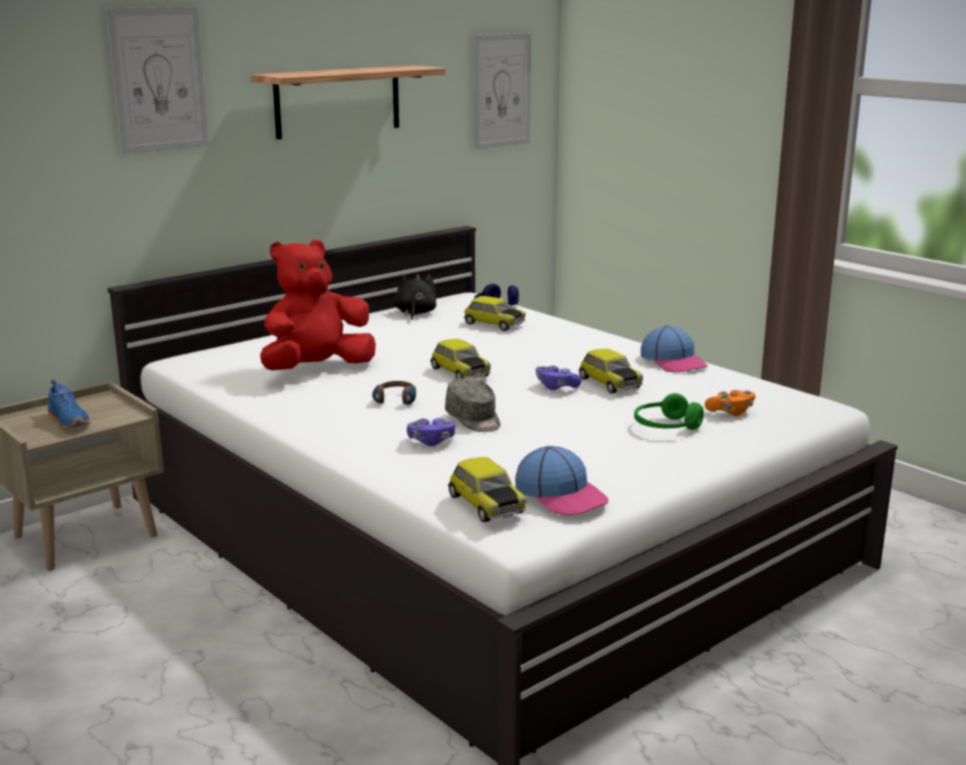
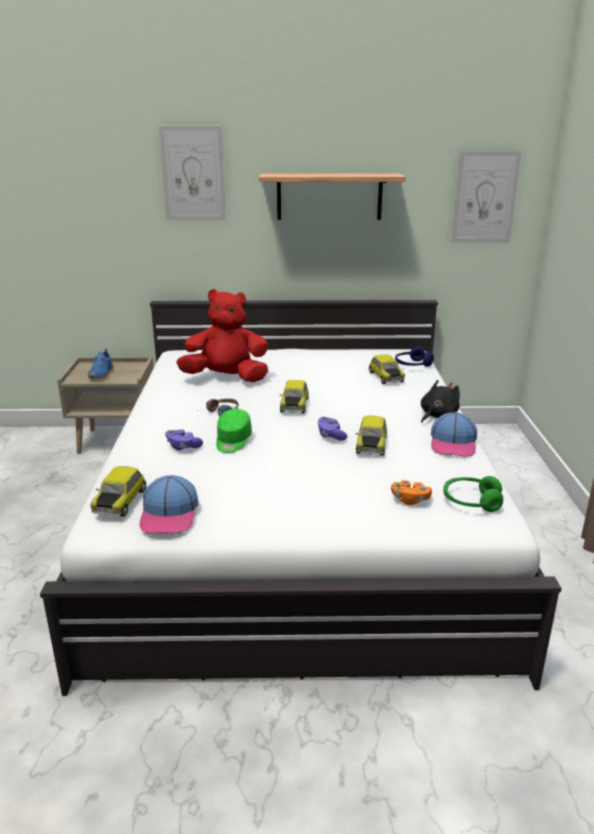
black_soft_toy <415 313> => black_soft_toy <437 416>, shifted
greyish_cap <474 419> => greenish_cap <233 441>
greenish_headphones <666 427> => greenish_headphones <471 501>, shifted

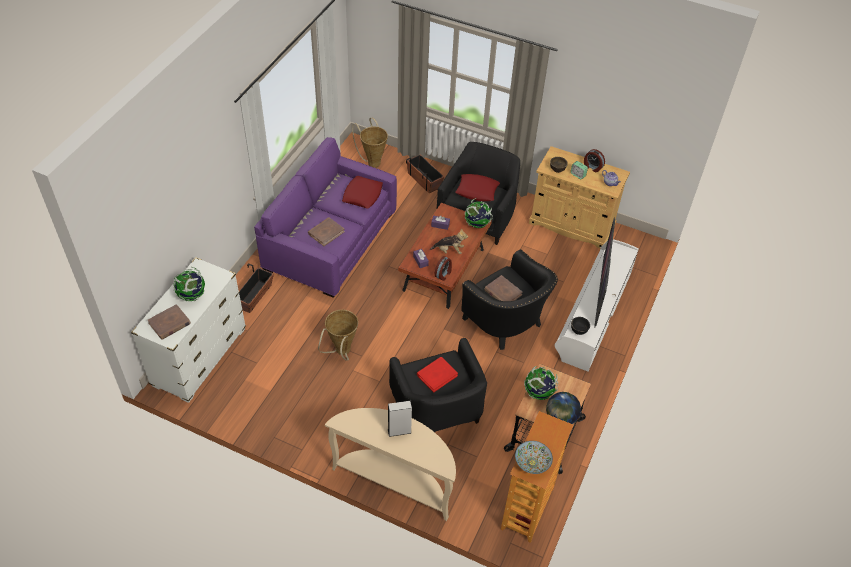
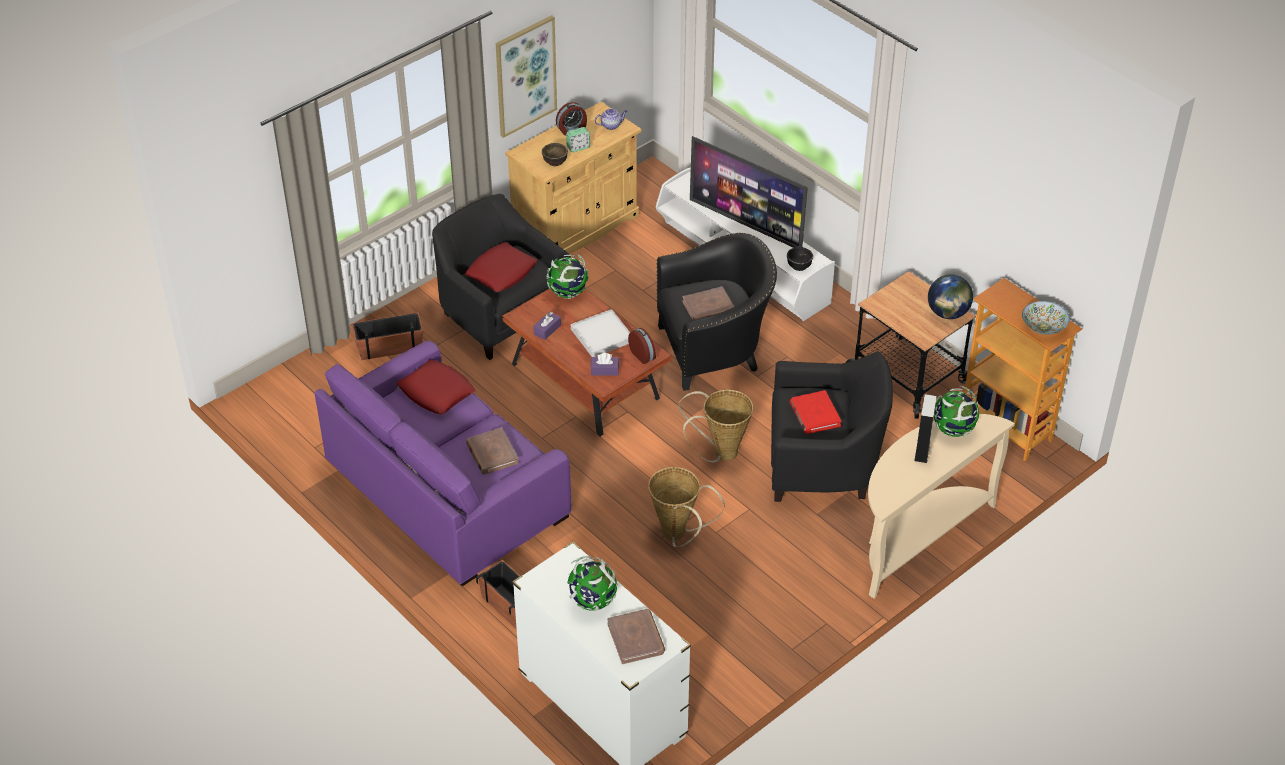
basket <372 161> => basket <720 454>, shifted
soft_toy <449 250> => whitish_serving_tray <602 336>
world_globe <538 393> => world_globe <953 429>, shifted
nothing => wall_picture <525 76>

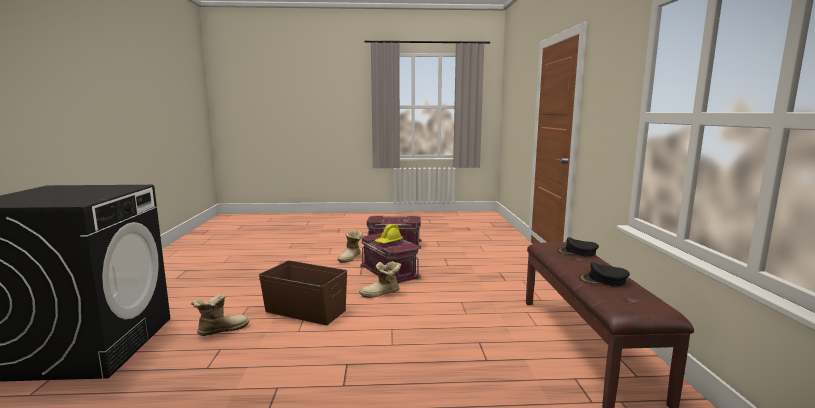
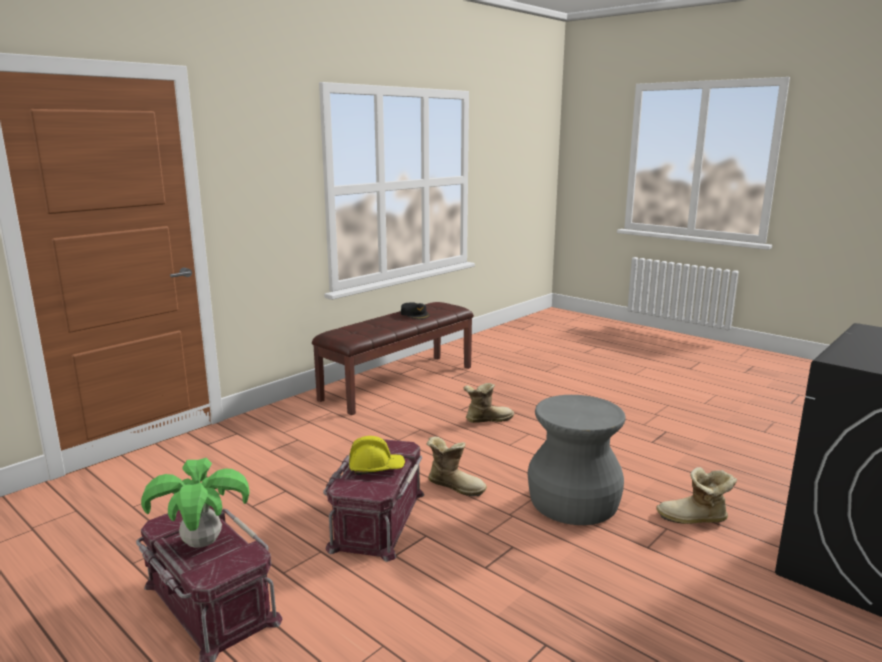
boot <351 258> => boot <487 419>, shifted
black_cap <577 252> => nothing
brown_storage_box <305 310> => greyish_stool <573 503>
nothing => potted_plant <203 543>

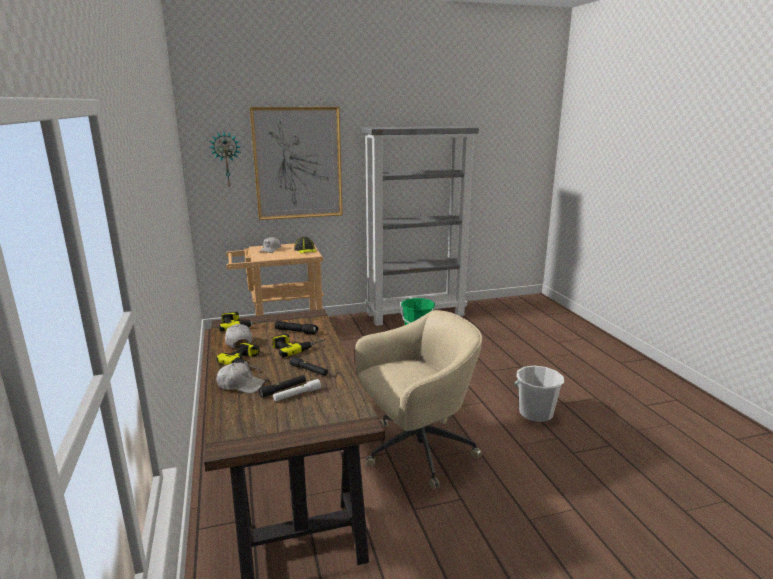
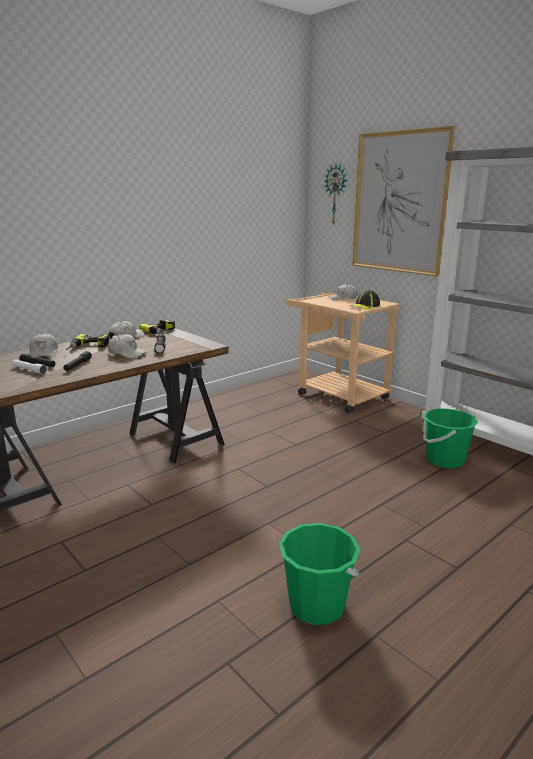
beige_computer_chair <416 451> => nothing
electric_drill <297 346> => whitish_cap <127 353>
whitish_water_bucket <535 413> => greenish_water_bucket <317 605>

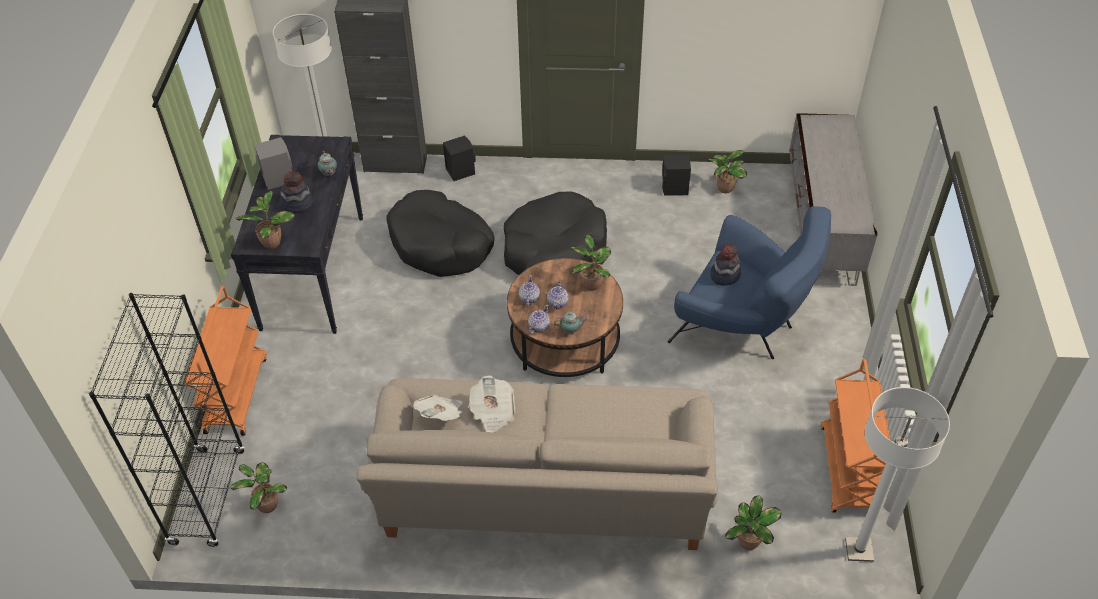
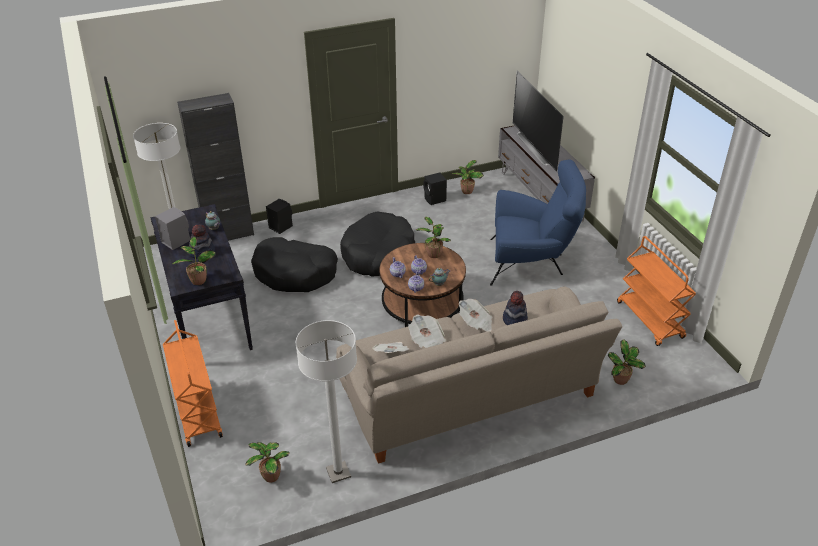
hat <724 275> => hat <514 319>, shifted
black_bookshelf <208 497> => nothing
whitish_floor_lamp <859 550> => whitish_floor_lamp <338 473>, shifted
nothing => television <537 147>
nothing => newspaper <476 323>

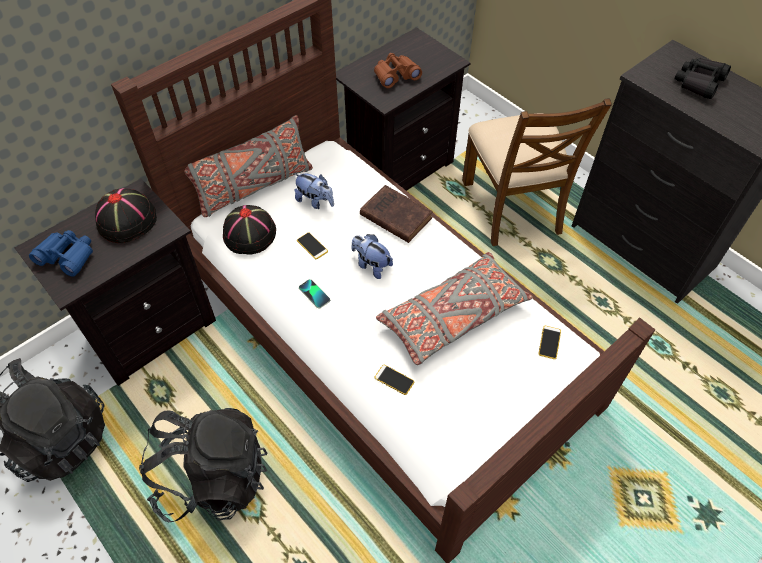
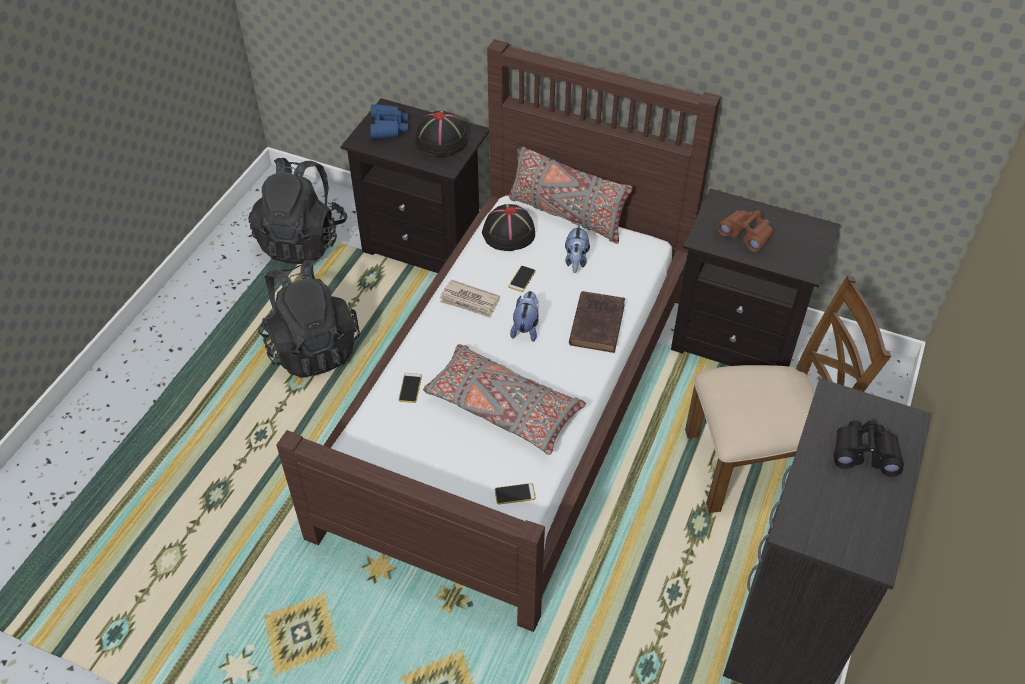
brown_chair <512 208> => brown_chair <755 464>, 150 degrees counterclockwise
phone <314 294> => newspaper <469 301>

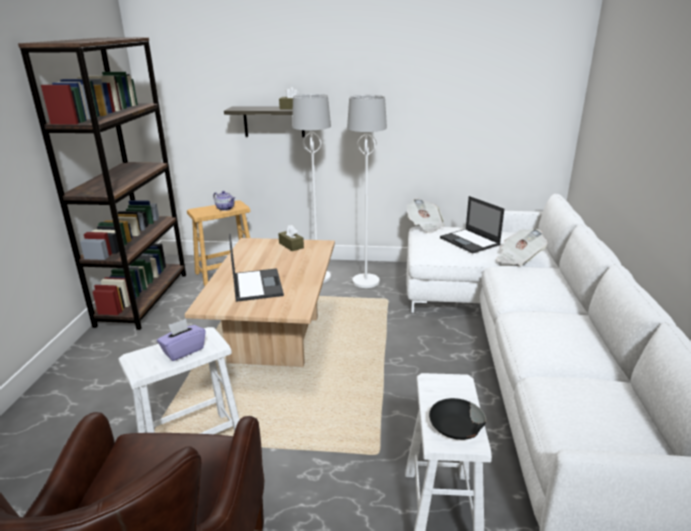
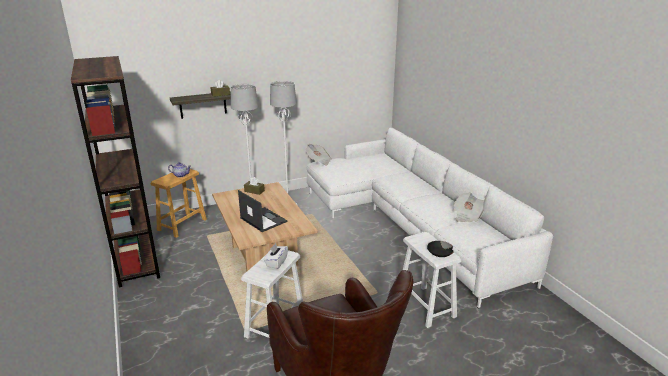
portable_computer <470 241> => nothing
newspaper <518 258> => newspaper <467 215>, shifted
purple_tissue_holder <183 350> => whitish_tissue_holder <276 262>

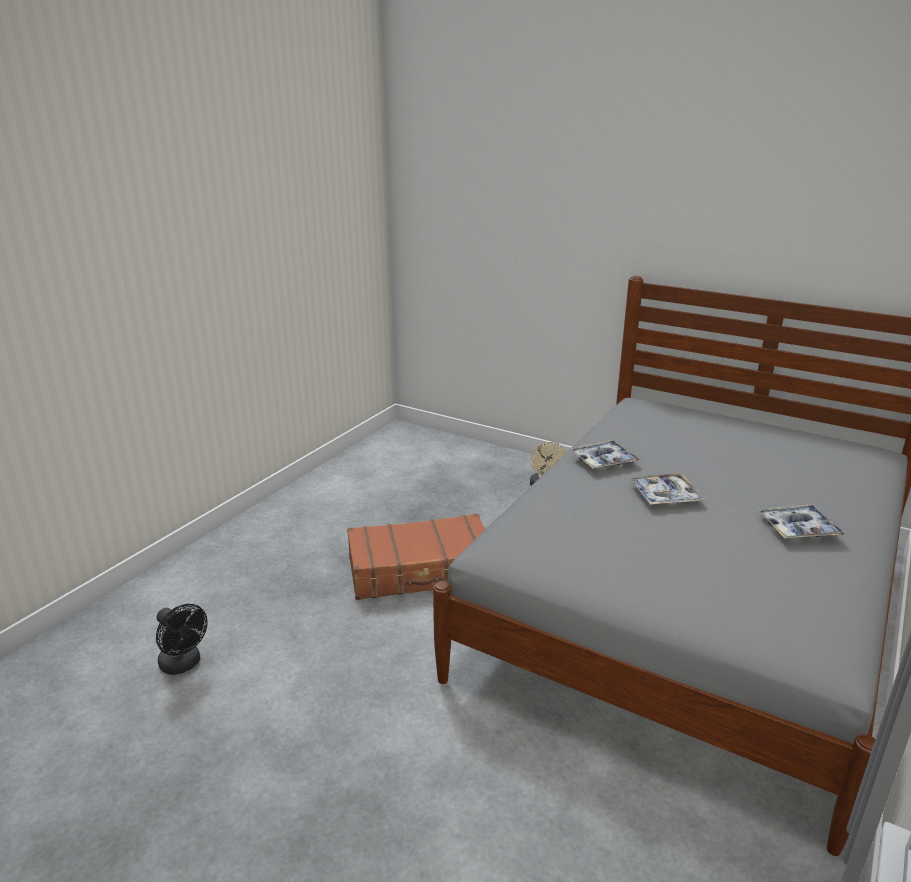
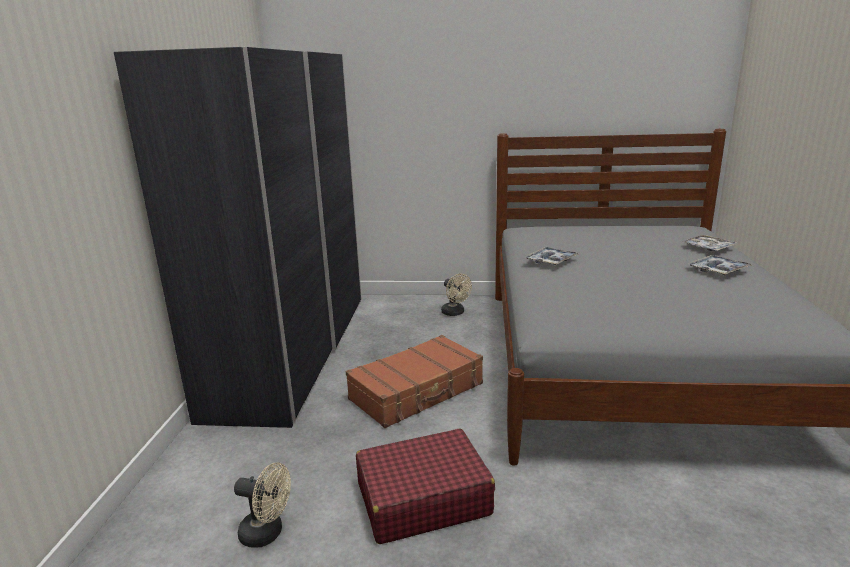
serving_tray <665 495> => serving_tray <708 248>, shifted
black_electric_fan <184 664> => beige_electric_fan <267 533>
nothing => greyish_clothes_cupboard <292 351>
nothing => red-coloured_piece_of_luggage <422 499>

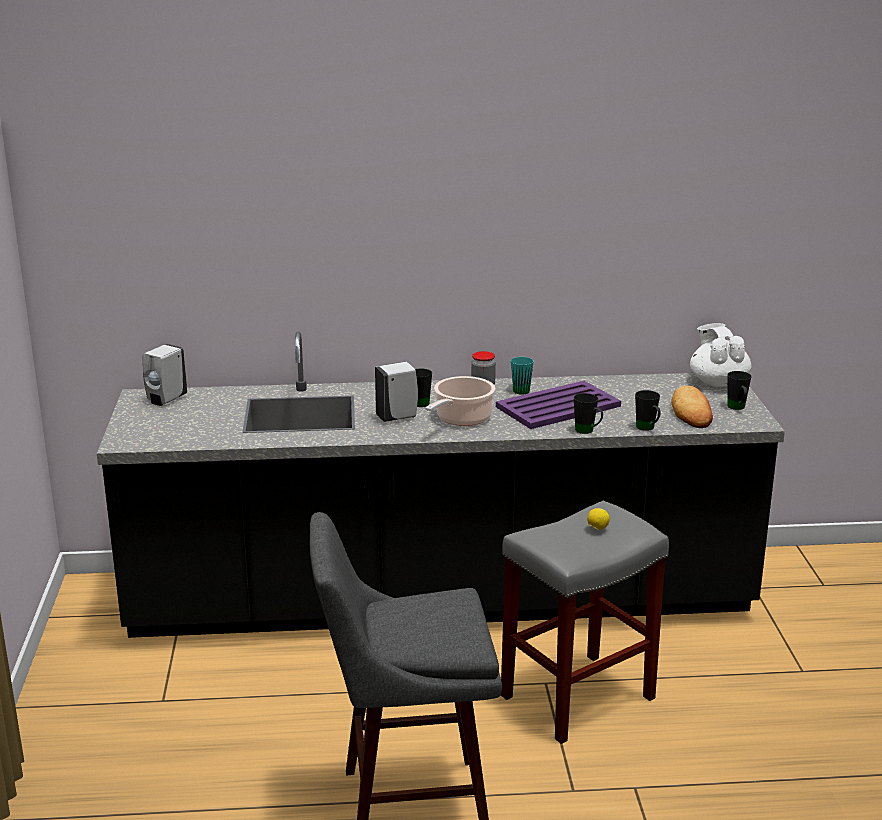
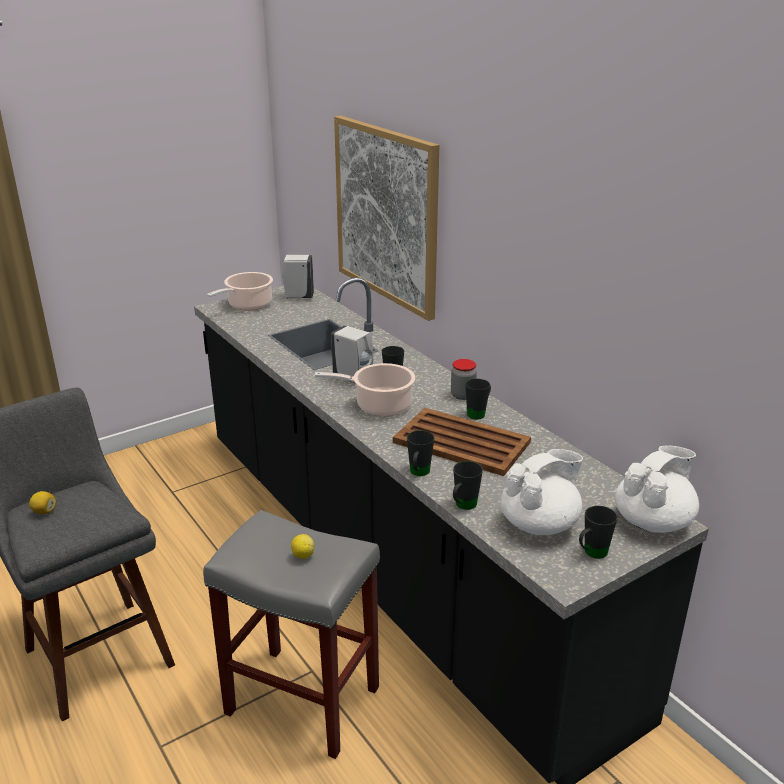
turquoise-coloured_tea_mug <519 389> => black_tea_mug <479 413>
purple_serving_tray <559 406> => brown_serving_tray <462 443>
bakery_bread <691 412> => whitish_pot_for_tea <540 524>
nothing => wall_picture <386 214>
nothing => saucepot <248 305>
nothing => citrus_fruit <44 511>

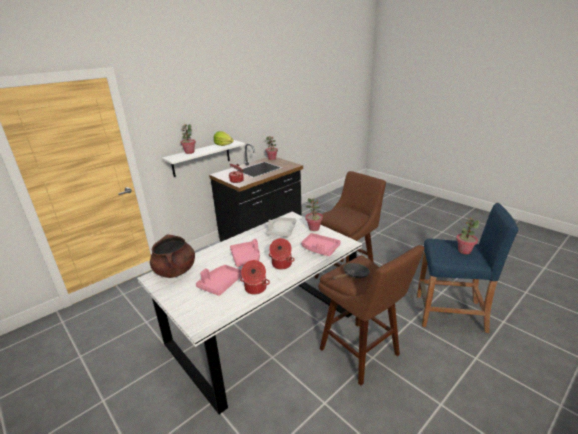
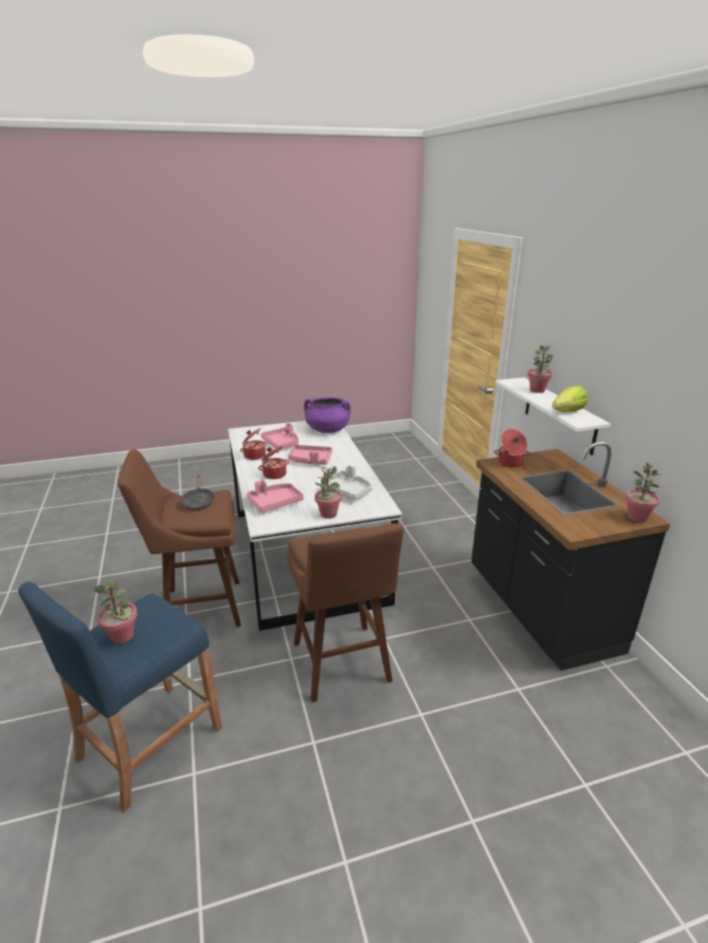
brown_saucepot <175 271> => purple_saucepot <327 430>

